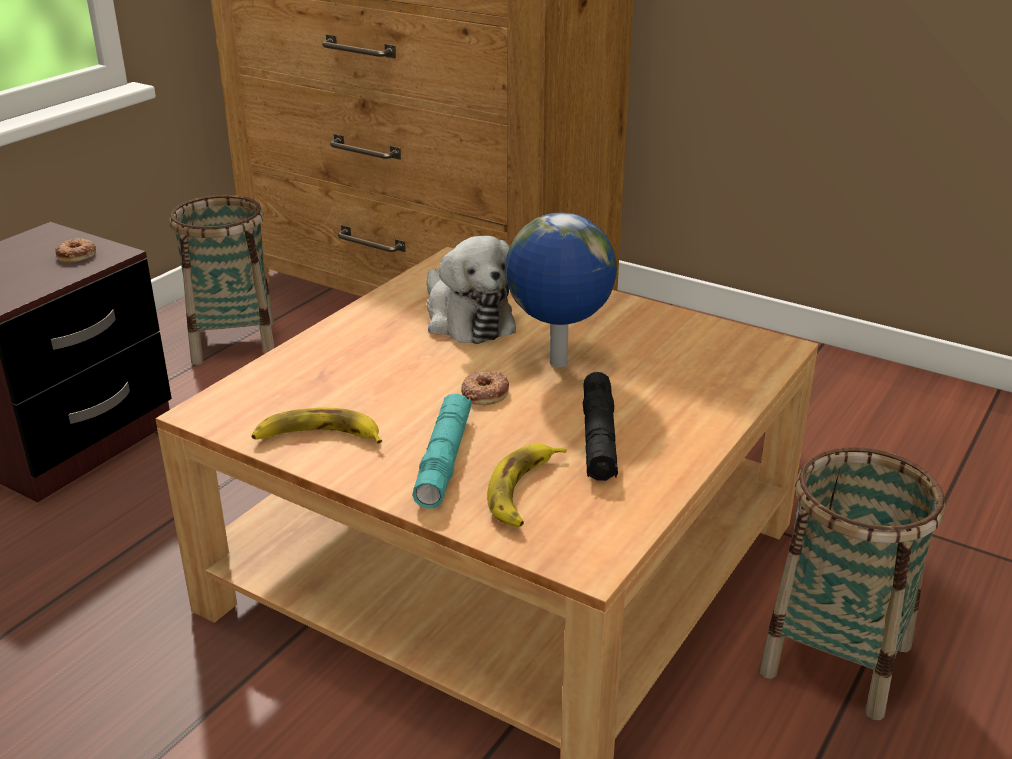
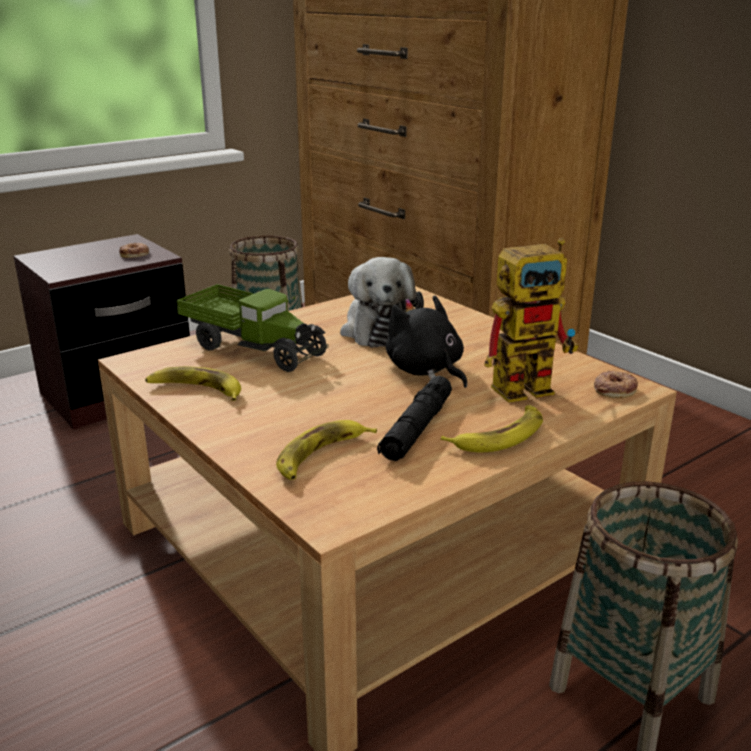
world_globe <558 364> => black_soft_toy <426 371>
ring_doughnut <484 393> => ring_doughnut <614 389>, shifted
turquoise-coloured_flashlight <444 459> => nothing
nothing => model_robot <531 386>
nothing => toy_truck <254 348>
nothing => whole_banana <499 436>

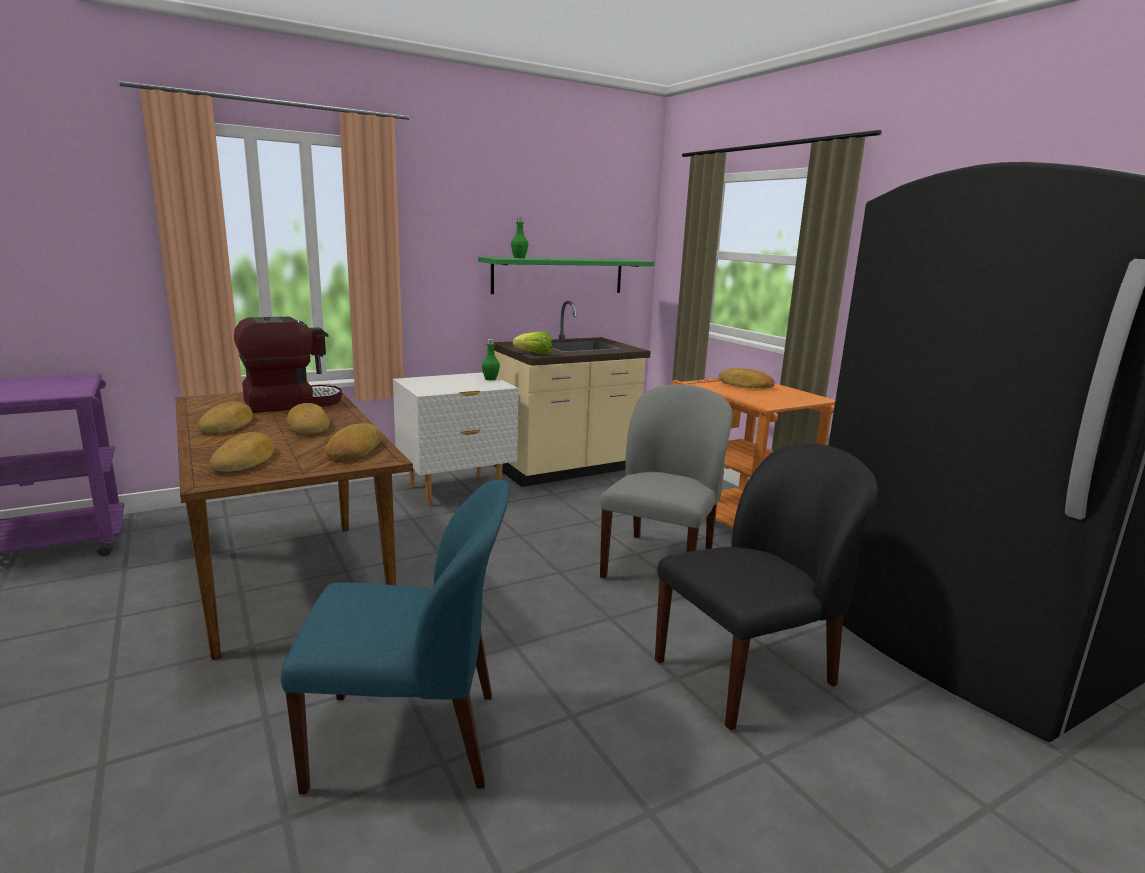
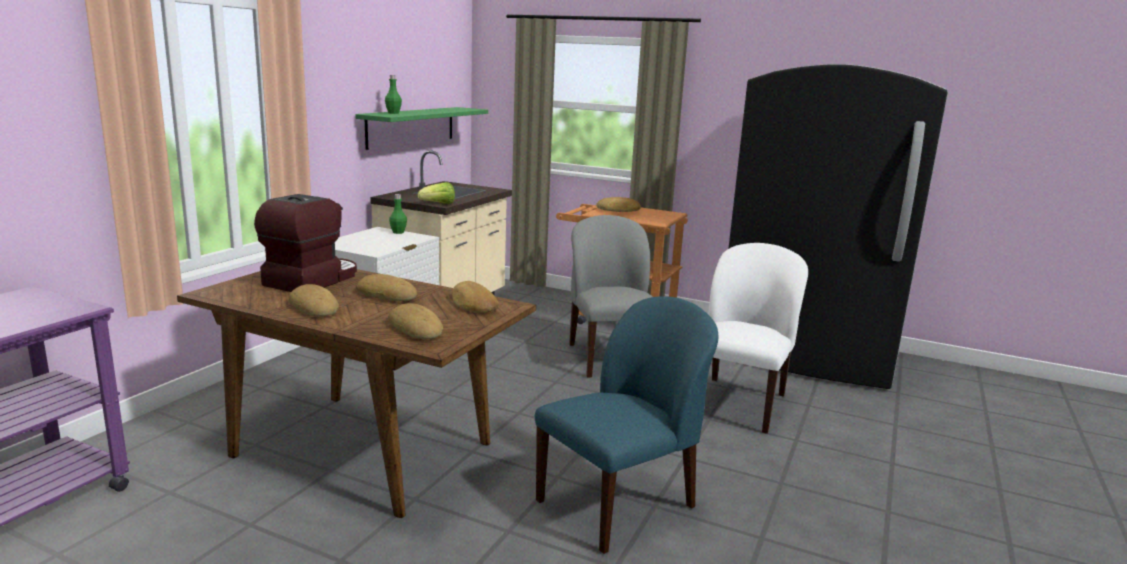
black_chair <748 672> => whitish_chair <738 403>

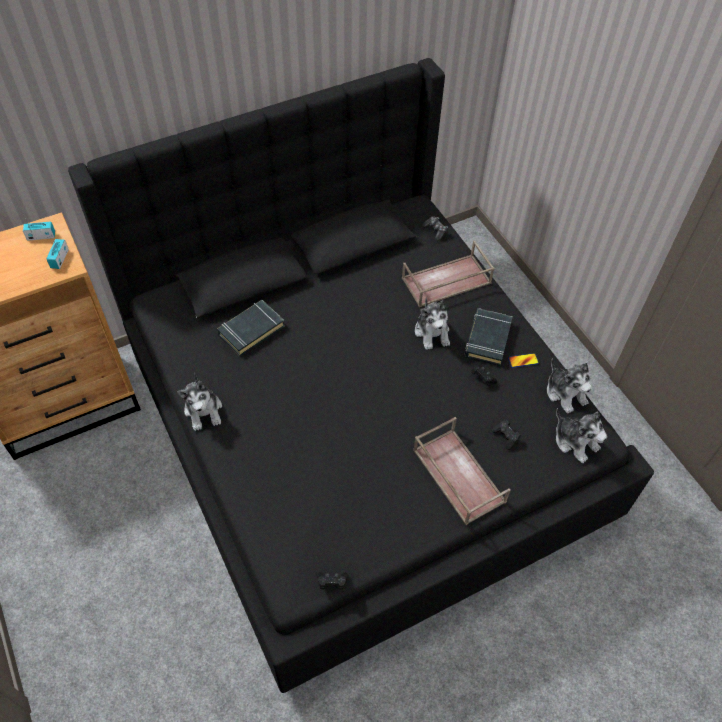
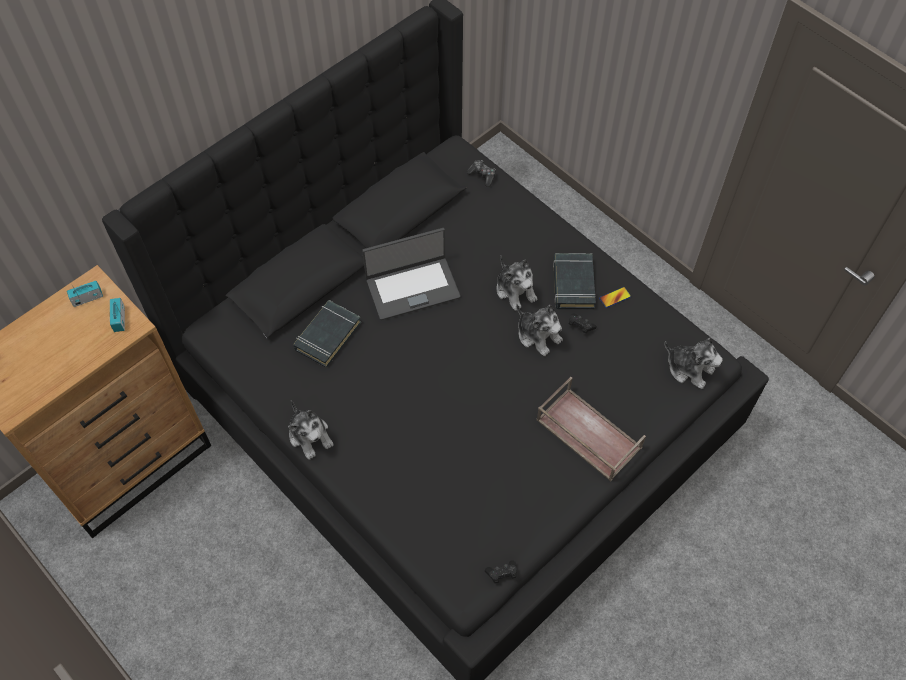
brown_serving_tray <446 281> => nothing
soft_toy <565 393> => soft_toy <538 335>, shifted
black_joypad <506 437> => nothing
nothing => portable_computer <412 287>

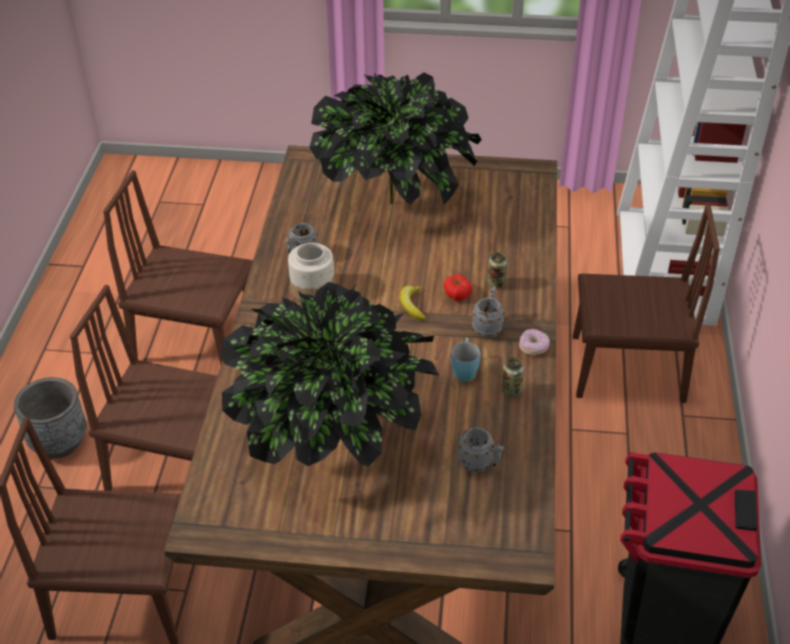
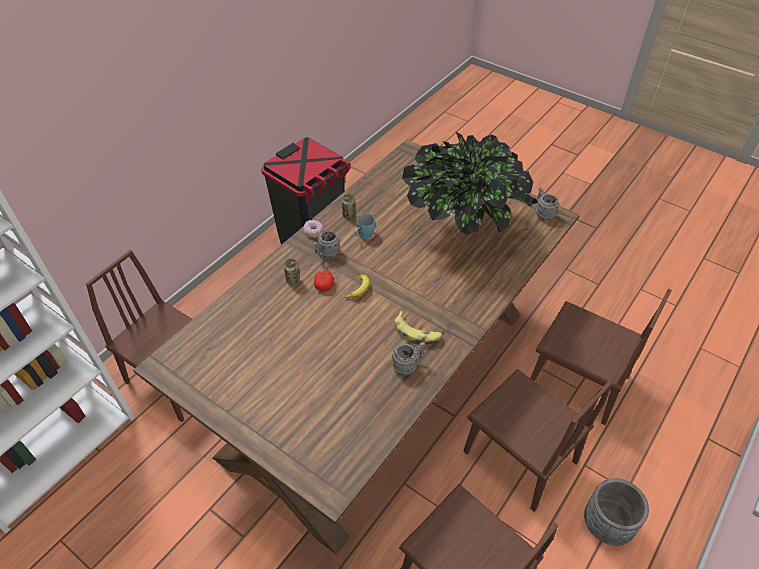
potted_plant <395 201> => nothing
jar <312 289> => whole_banana <417 333>
greyish_tea_mug <480 465> => greyish_tea_mug <543 213>, shifted

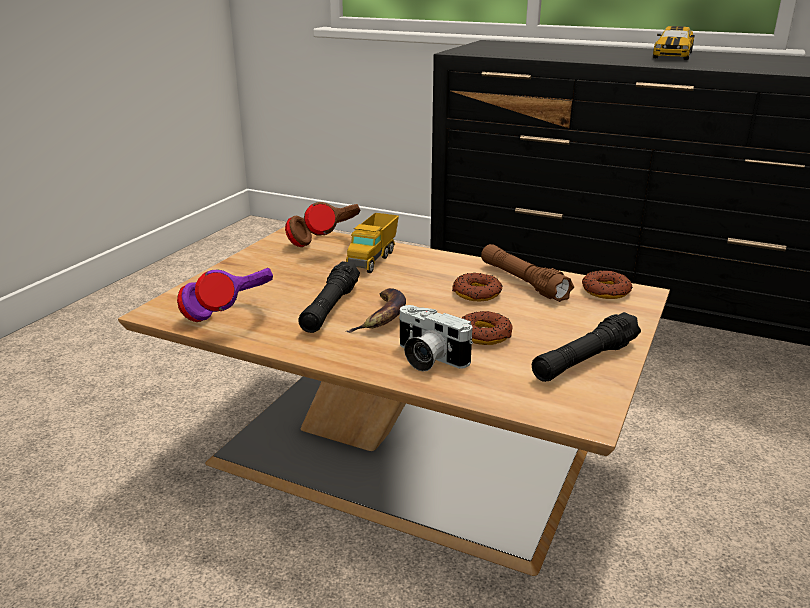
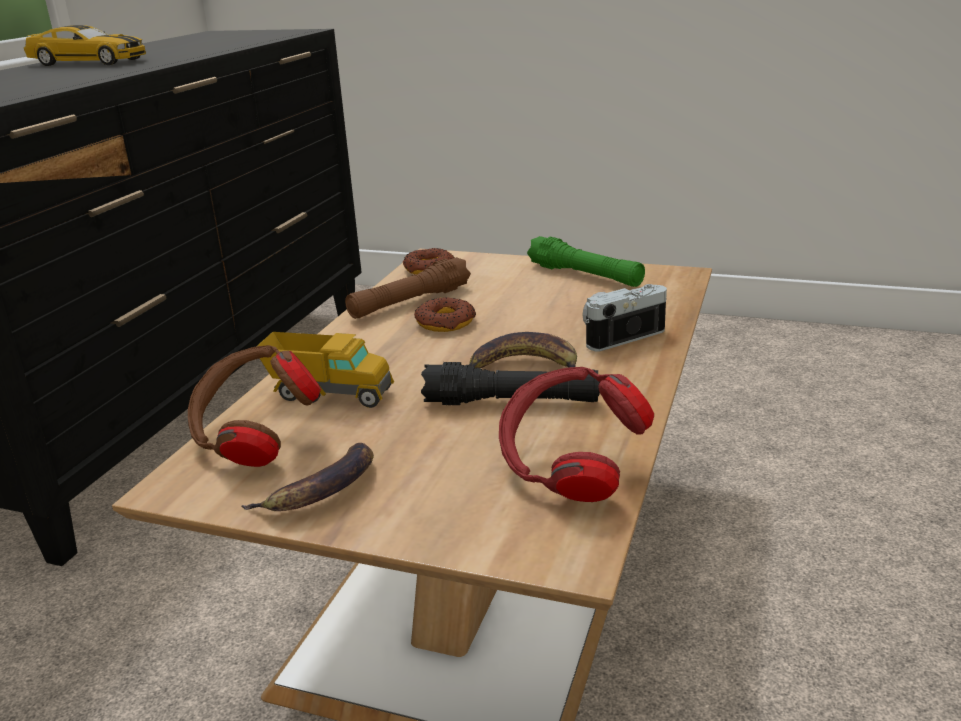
purple_headphones <232 318> => red-coloured_headphones <569 472>
still_camera <427 358> => still_camera <618 334>, 150 degrees counterclockwise
ring_doughnut <484 334> => nothing
black_flashlight <585 360> => greenish_flashlight <585 275>
nothing => whole_banana <322 490>

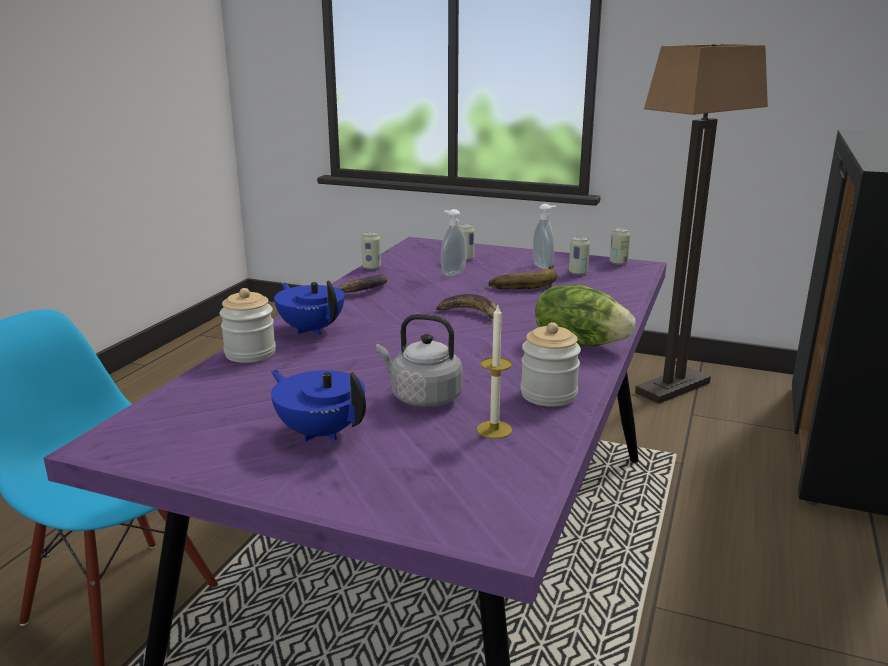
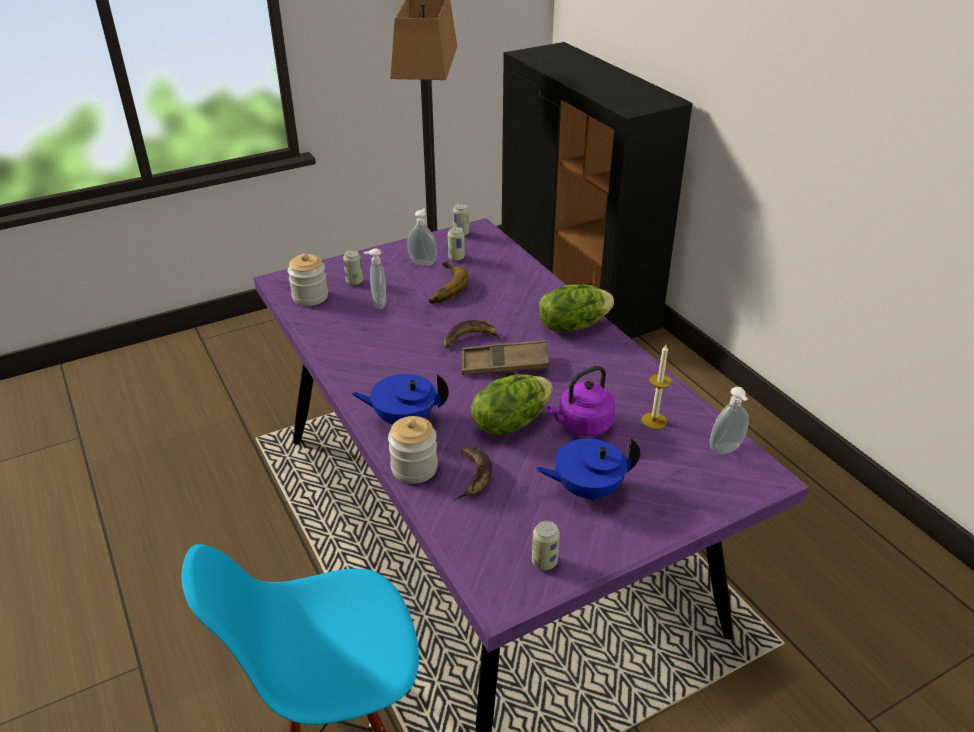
can <371 267> => can <544 562>, shifted
whole_banana <363 290> => whole_banana <473 476>, shifted
greyish_tea_kettle <422 397> => purple_tea_kettle <582 425>
jar <548 395> => jar <310 297>, shifted
nothing => brown_serving_tray <504 364>
nothing => lettuce <510 422>
nothing => soap_dispenser <726 450>

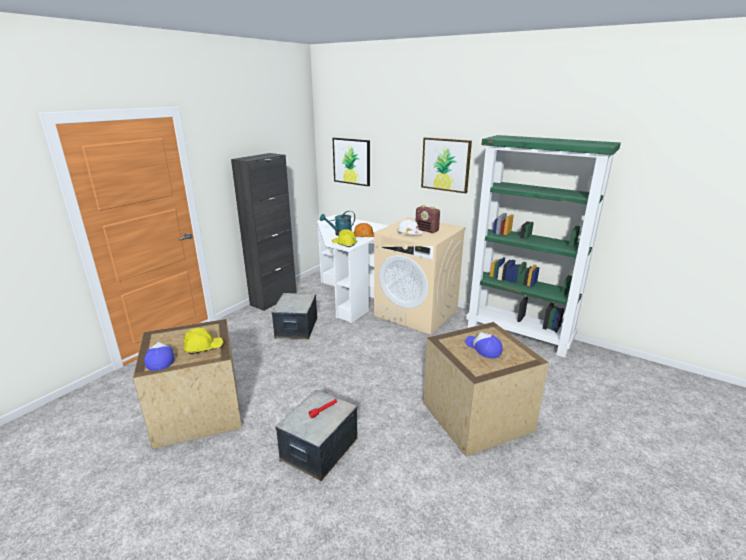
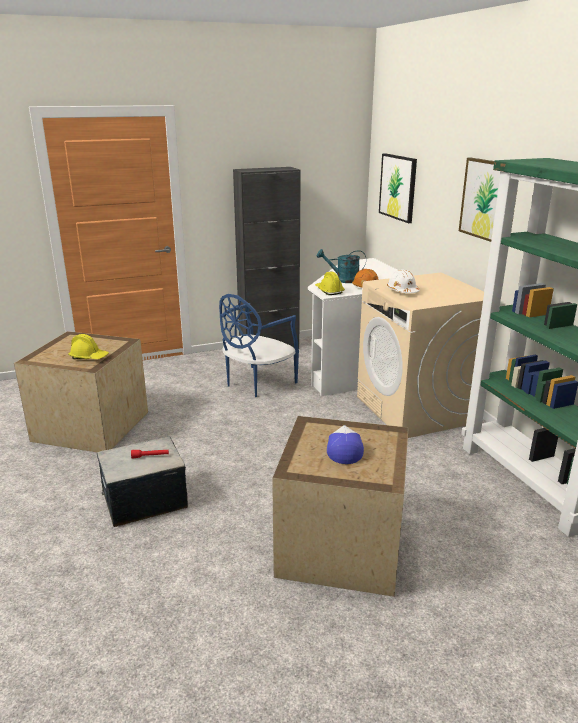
radio_receiver <427 230> => nothing
storage_box <296 328> => blue-coloured_chair <257 383>
cap <160 359> => nothing

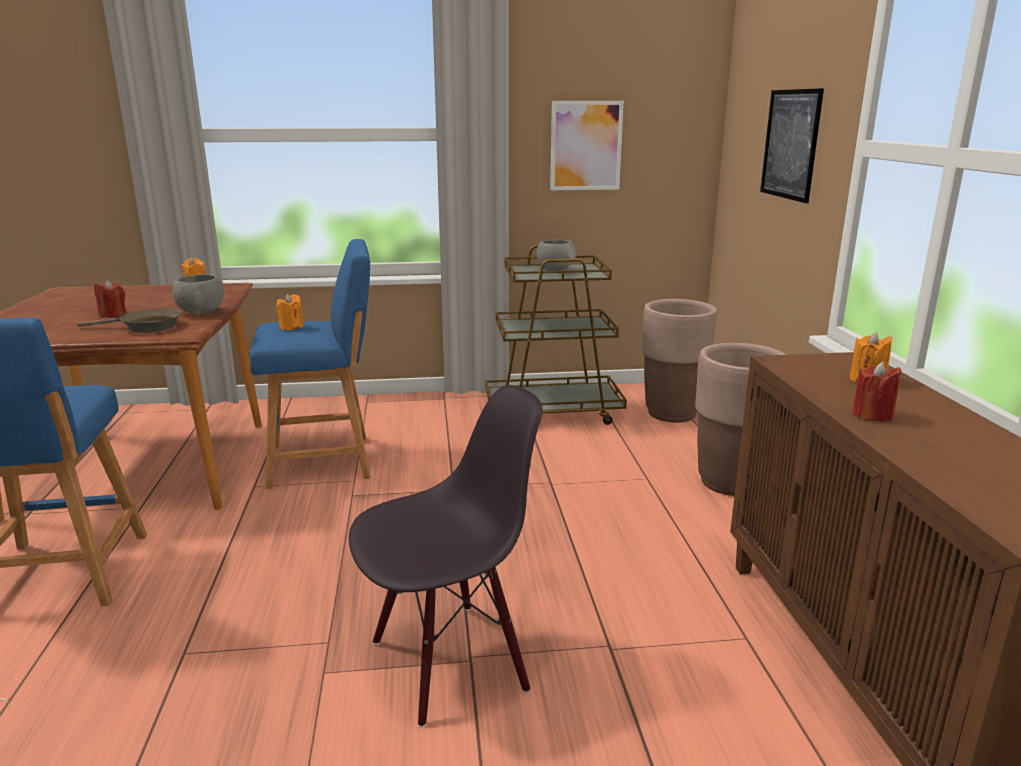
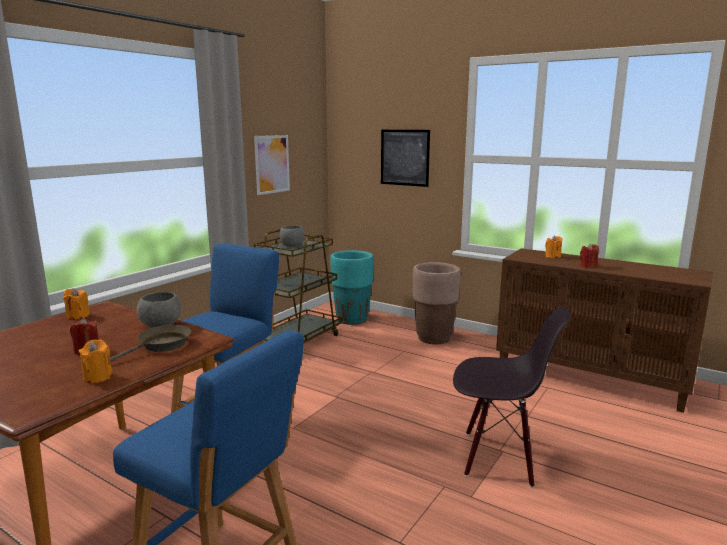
orangey_candle <291 327> => orangey_candle <98 377>, shifted
brown_plant_pot <672 413> => turquoise-coloured_plant_pot <352 320>
black_chair <449 662> => black_chair <498 457>, 90 degrees clockwise

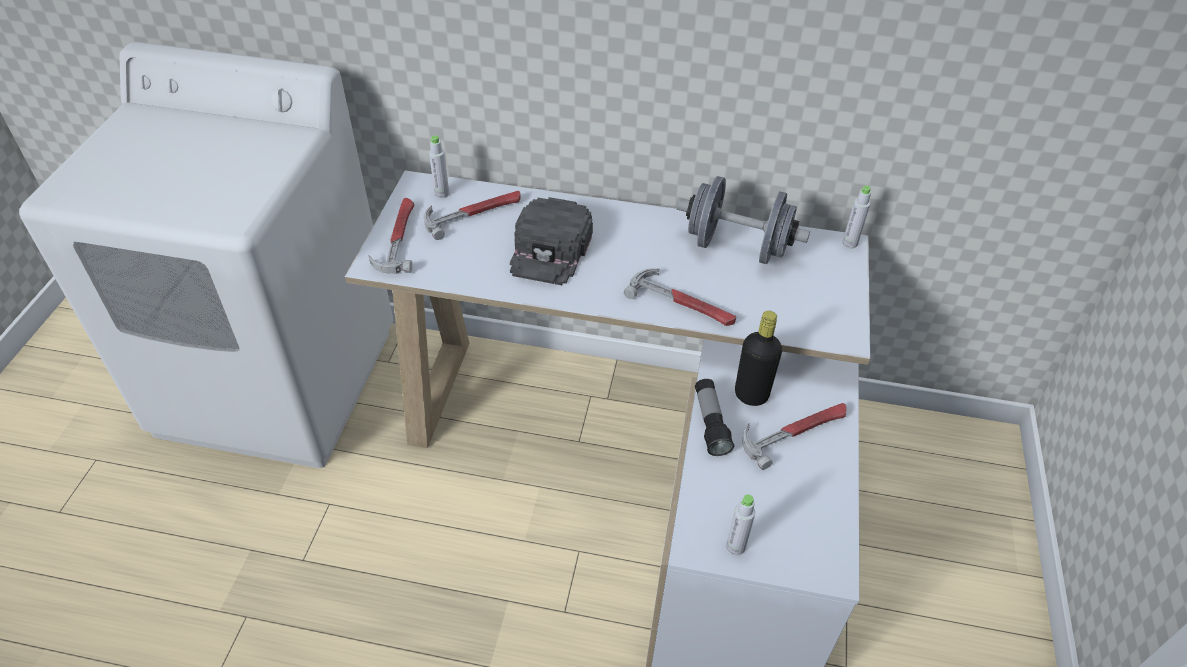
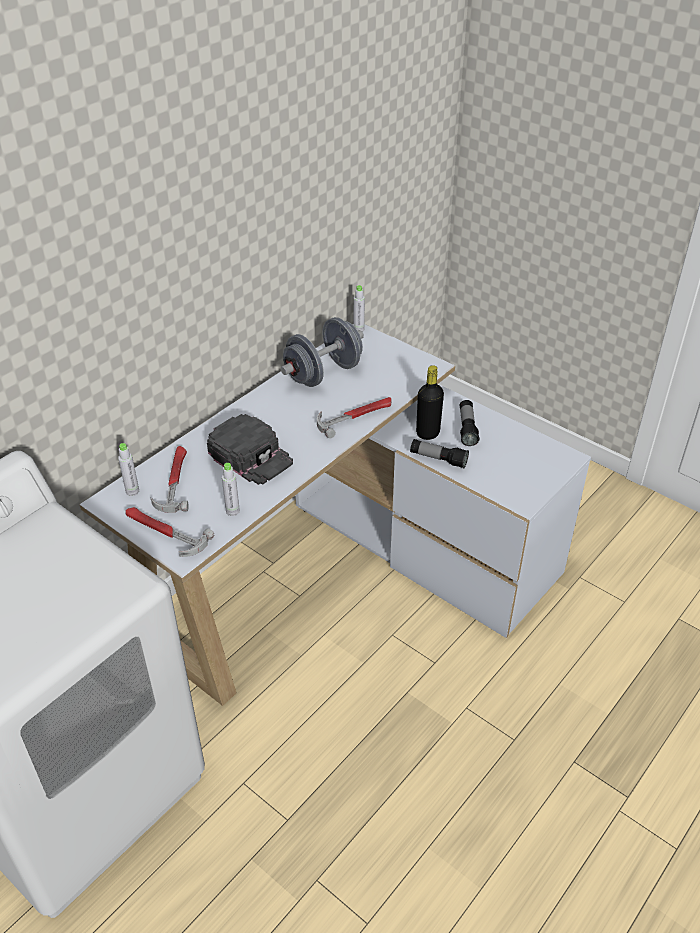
hammer <795 431> => flashlight <467 428>
greyish_bottle <735 546> => greyish_bottle <232 511>, shifted

